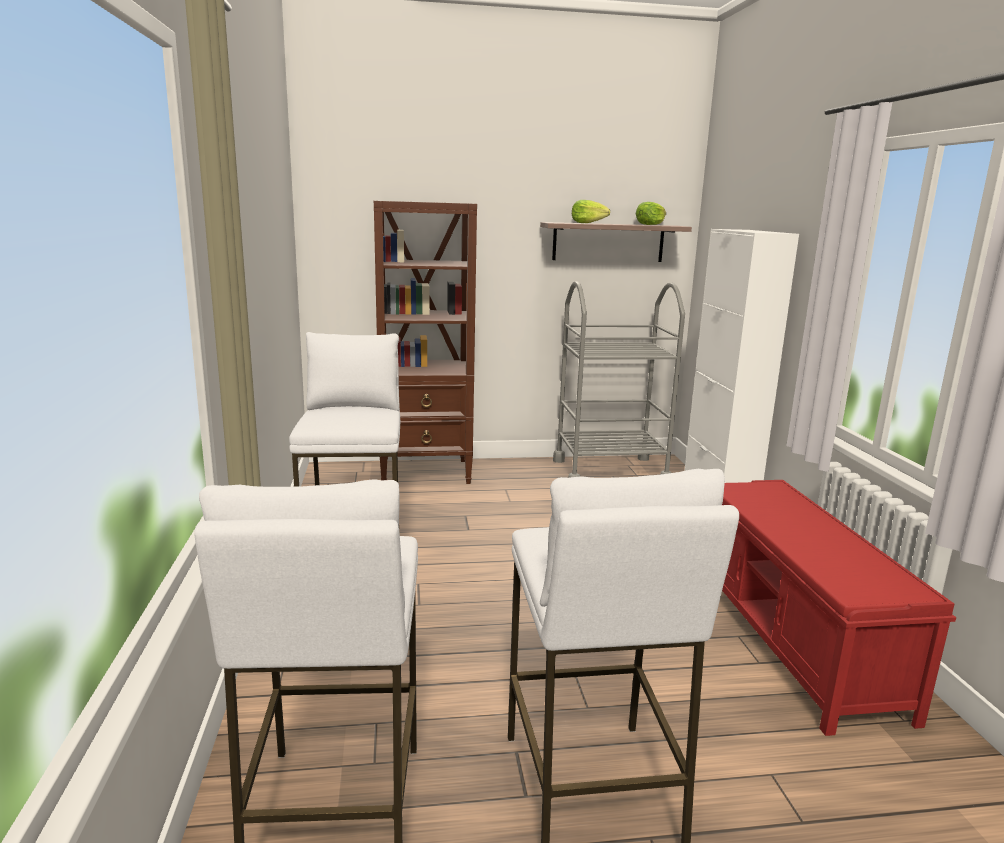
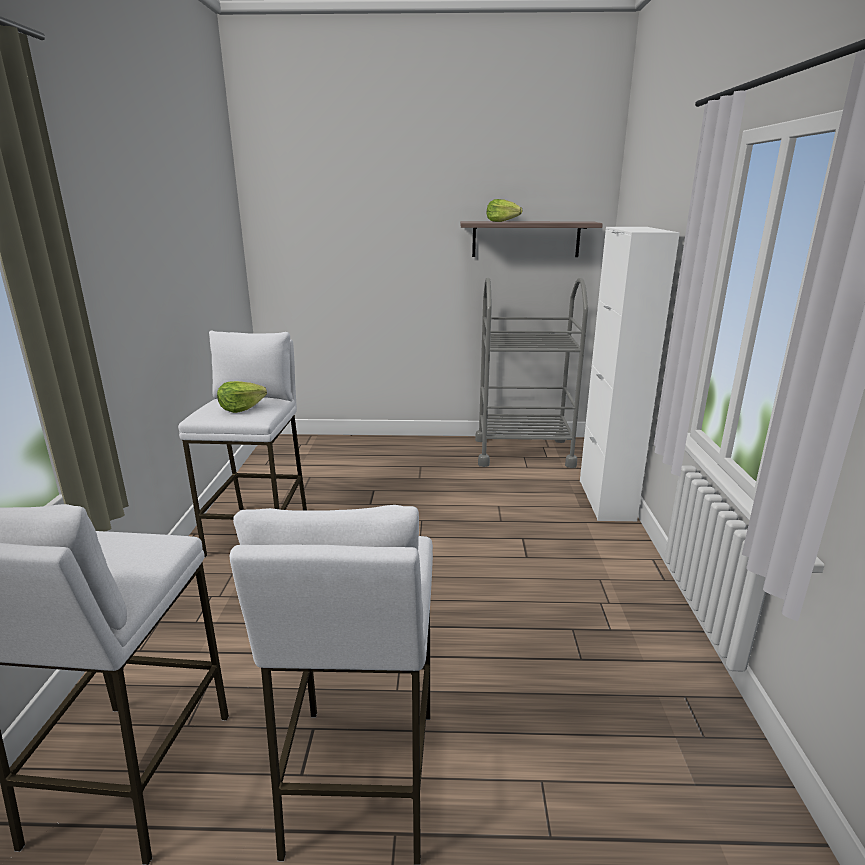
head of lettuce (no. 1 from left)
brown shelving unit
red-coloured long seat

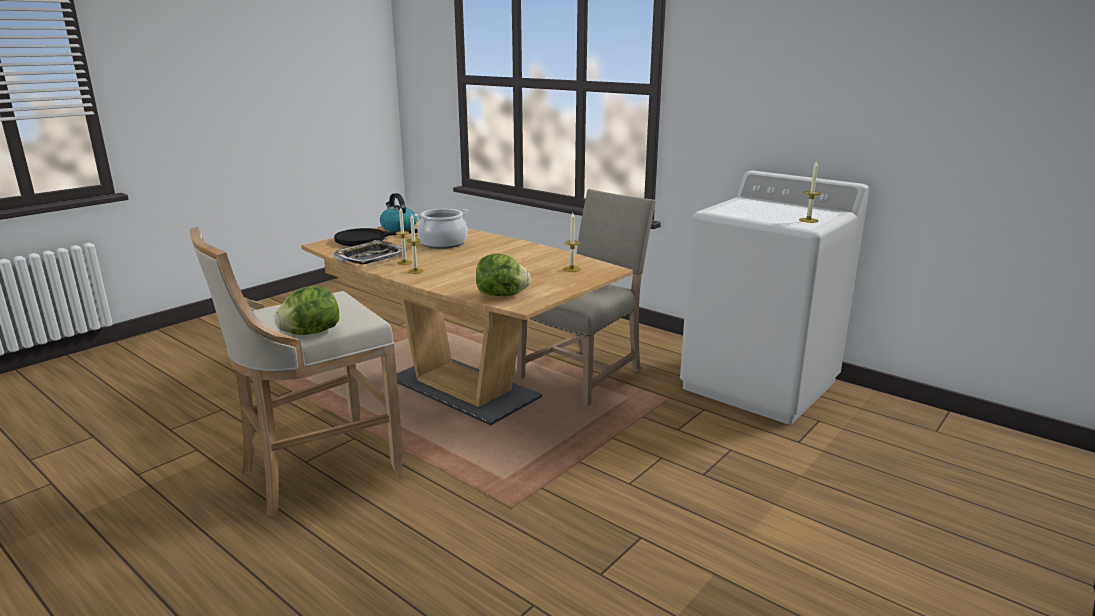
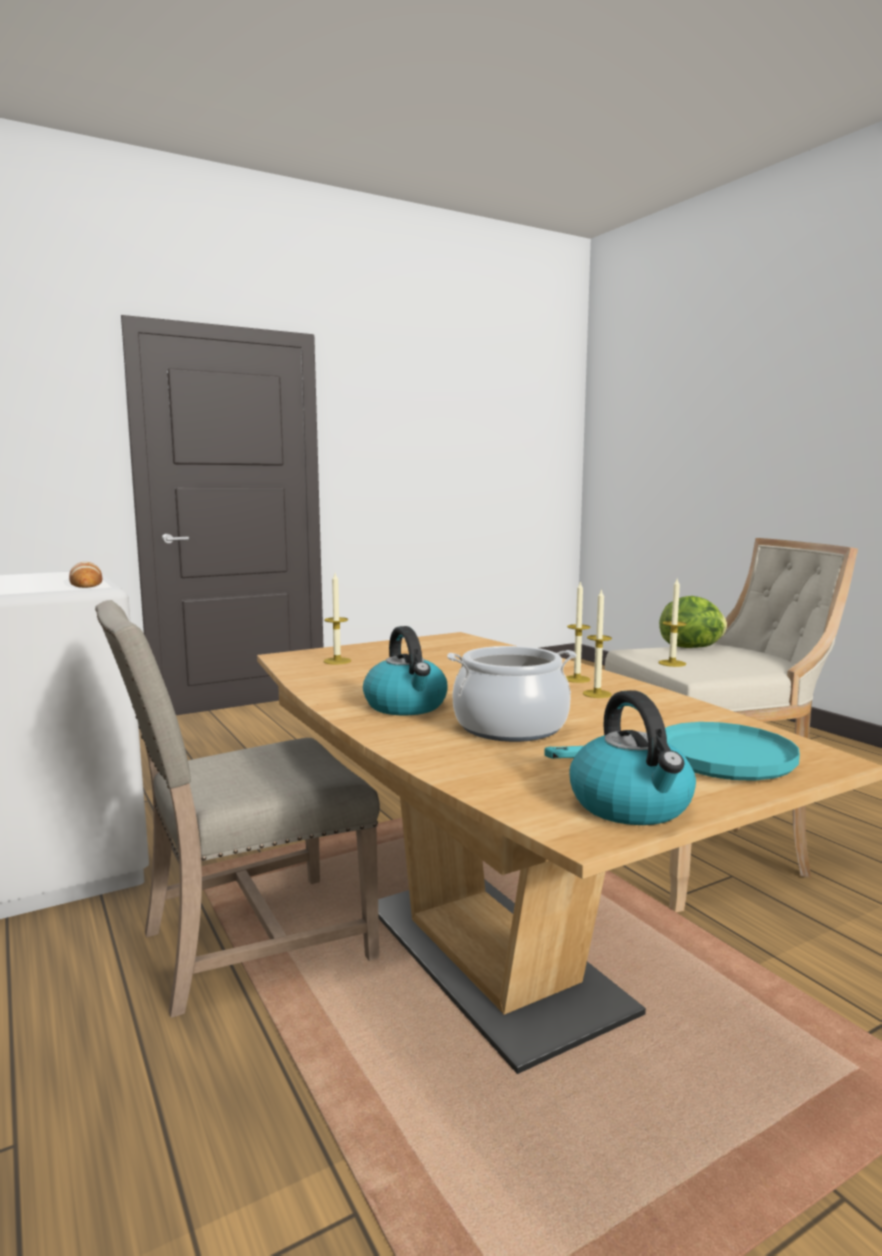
baked bread
tea kettle (no. 1 from left)
blue-green frying pan
wax candle (no. 4 from left)
carrying tray
head of lettuce (no. 2 from left in the first image)

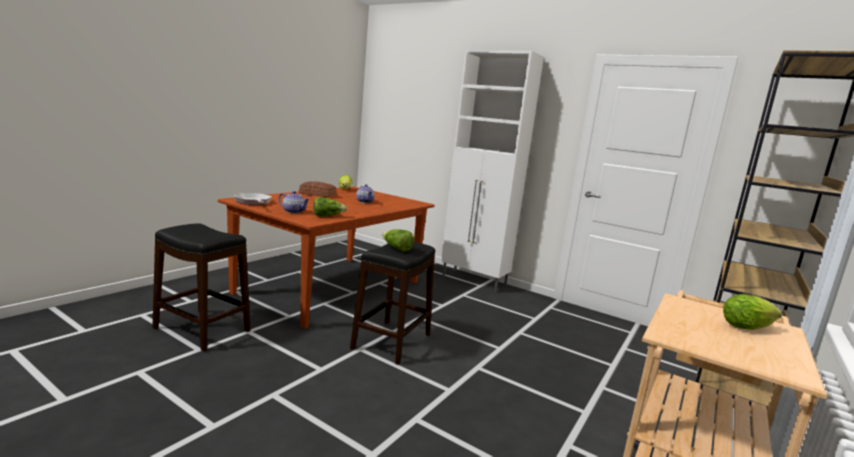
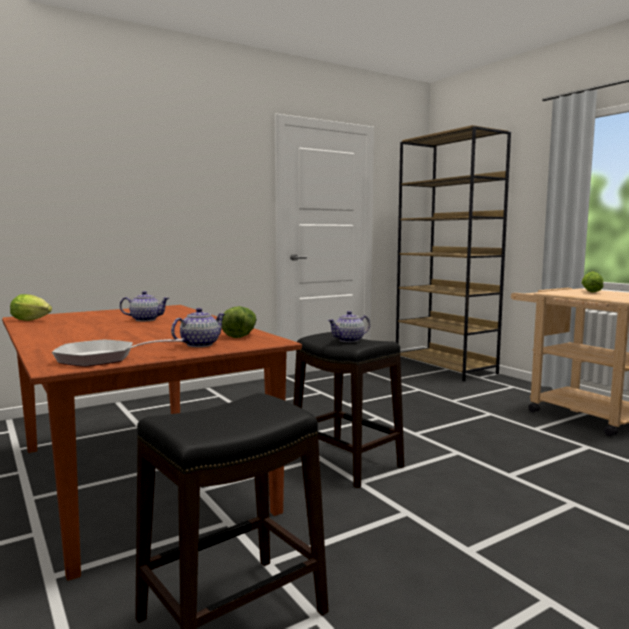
tea pot (no. 3 from left)
baked bread
white cabinet

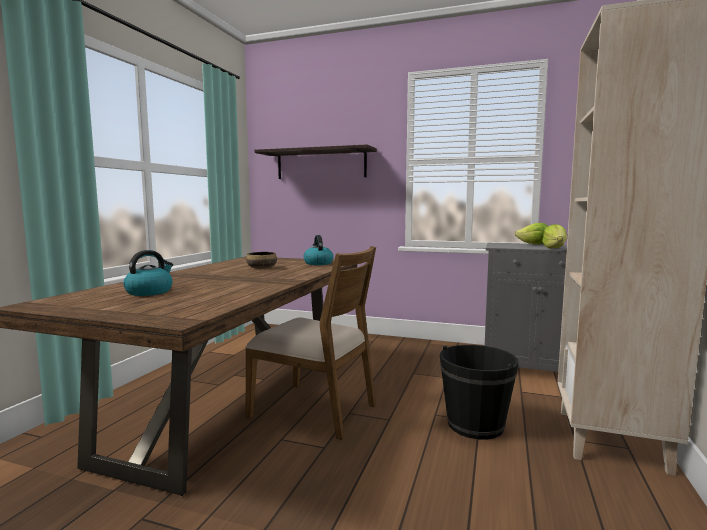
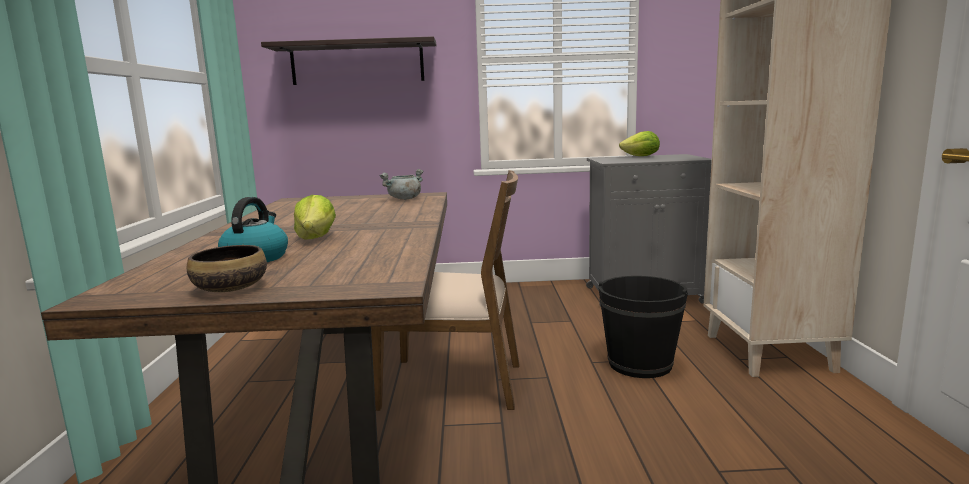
bowl
head of lettuce (no. 1 from left)
grey stockpot

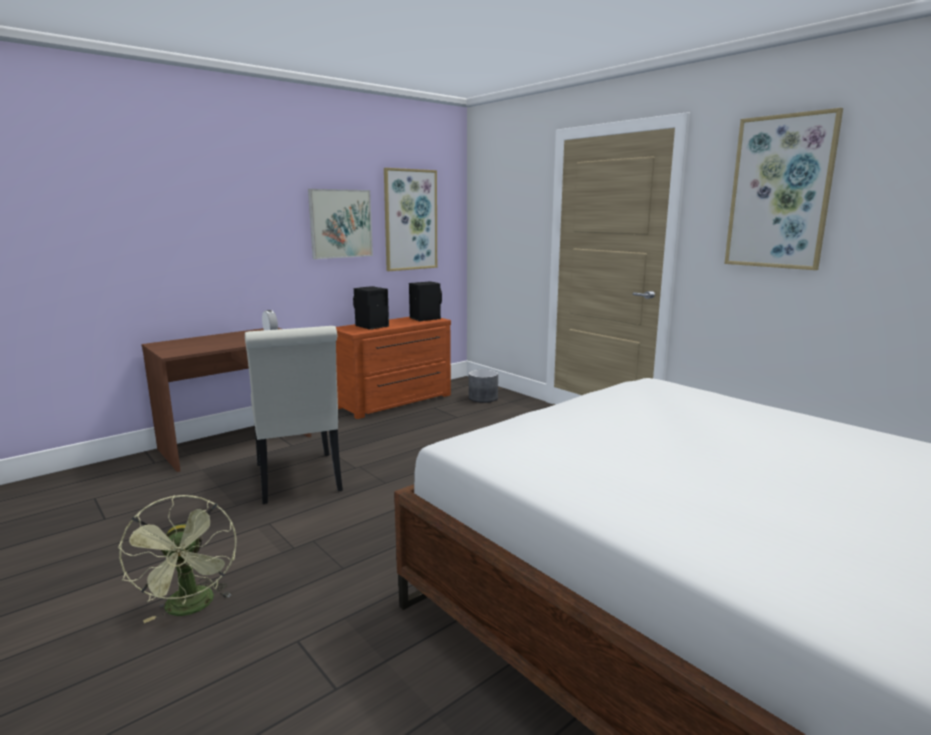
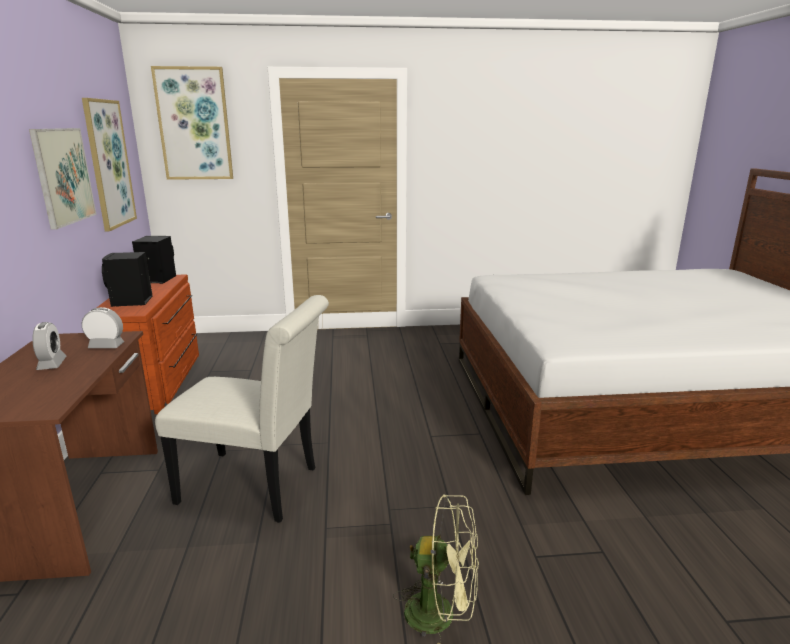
table clock (no. 1 from left)
picture (no. 3 from left)
grey plant pot

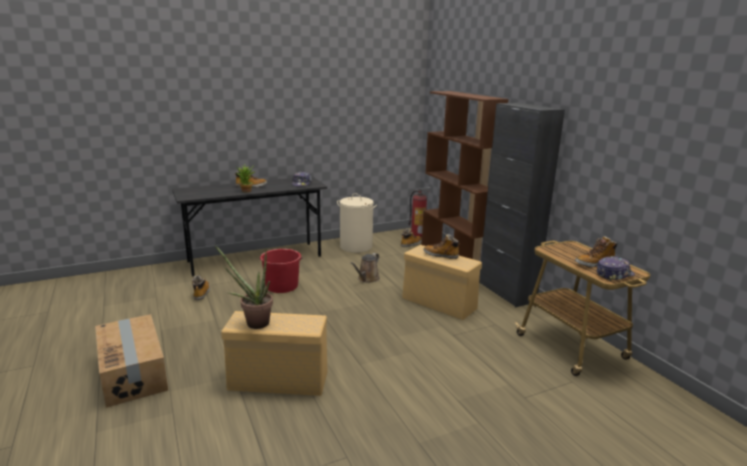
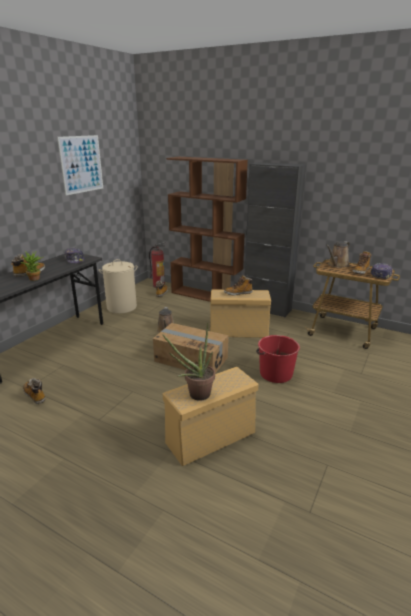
picture
carton
red-coloured pail
brown watering can (no. 2 from left)

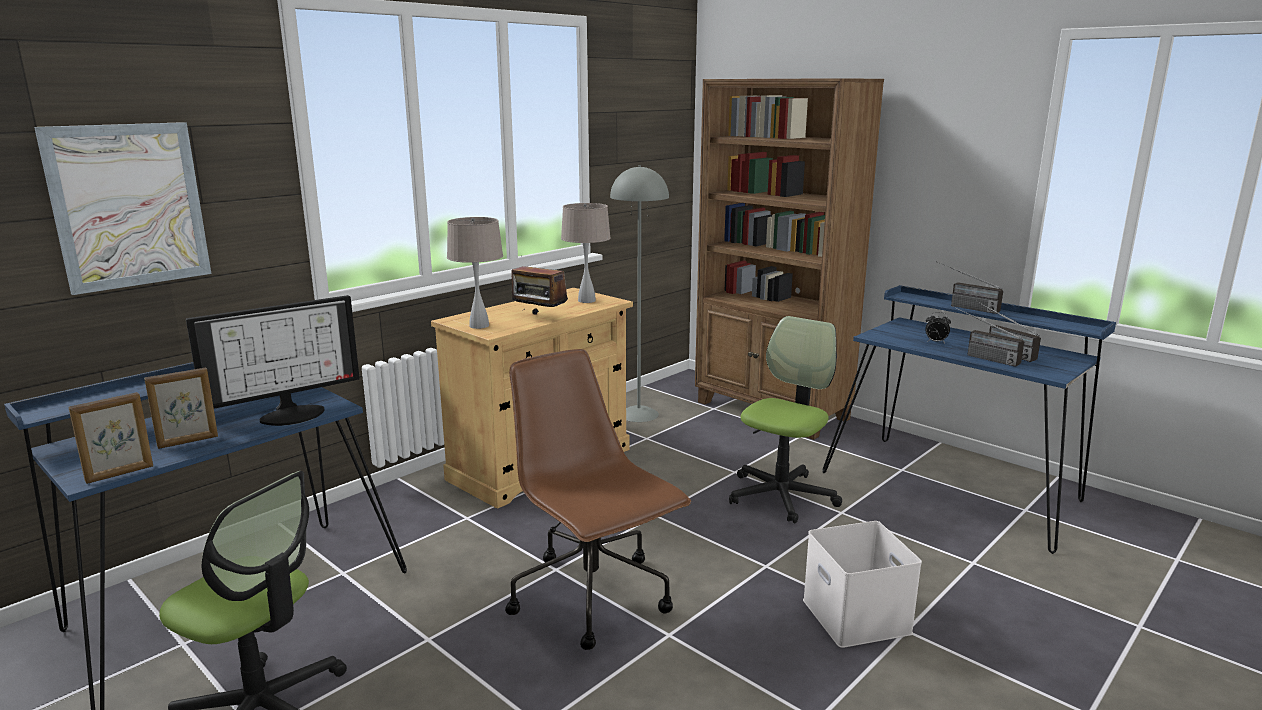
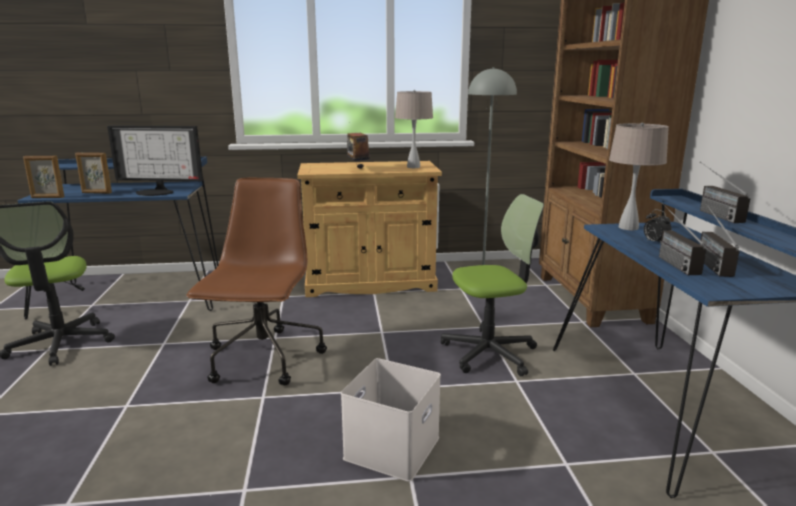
beige lamp for a table (no. 2 from left)
picture

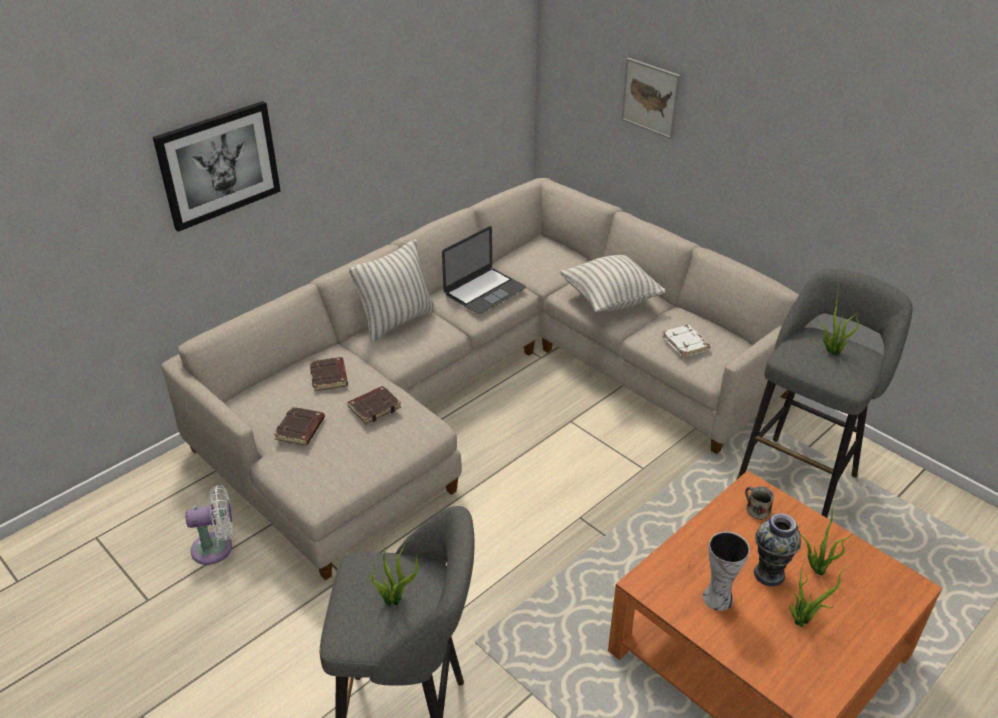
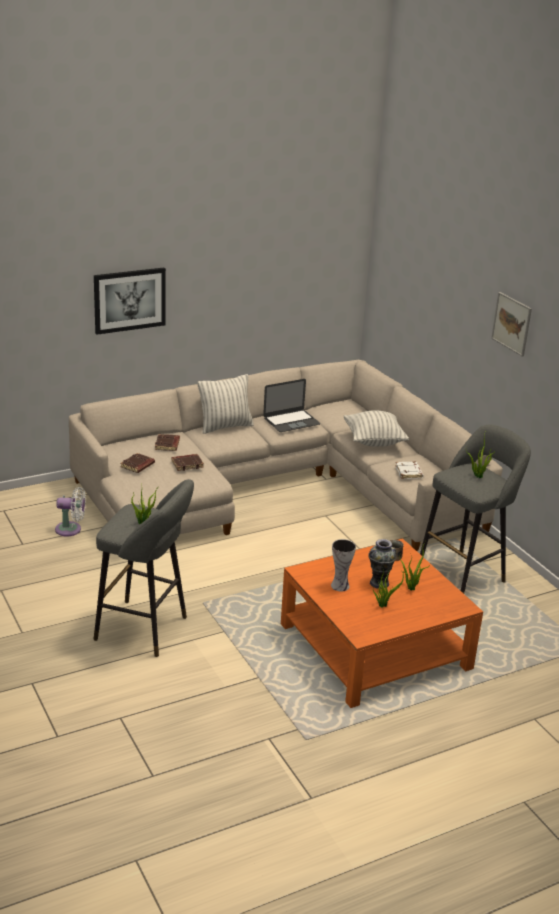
picture (no. 2 from left)

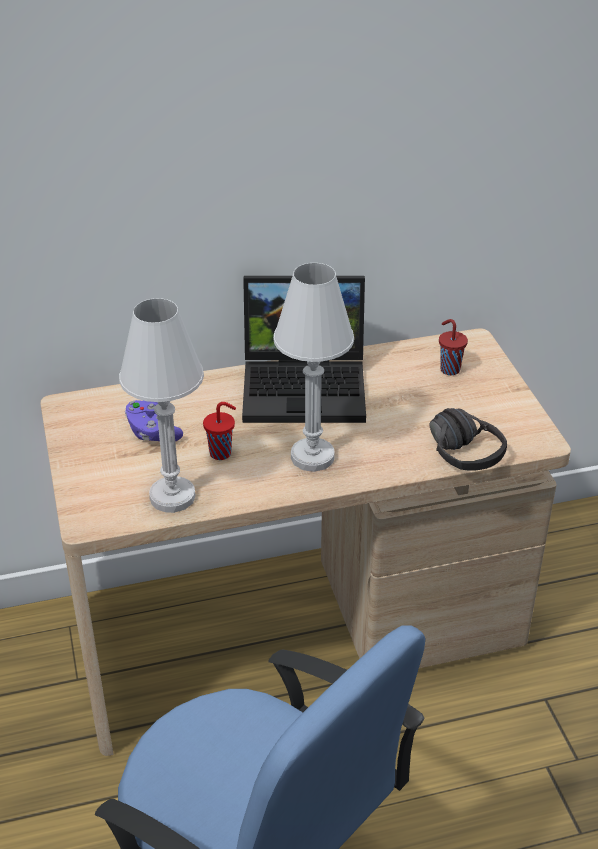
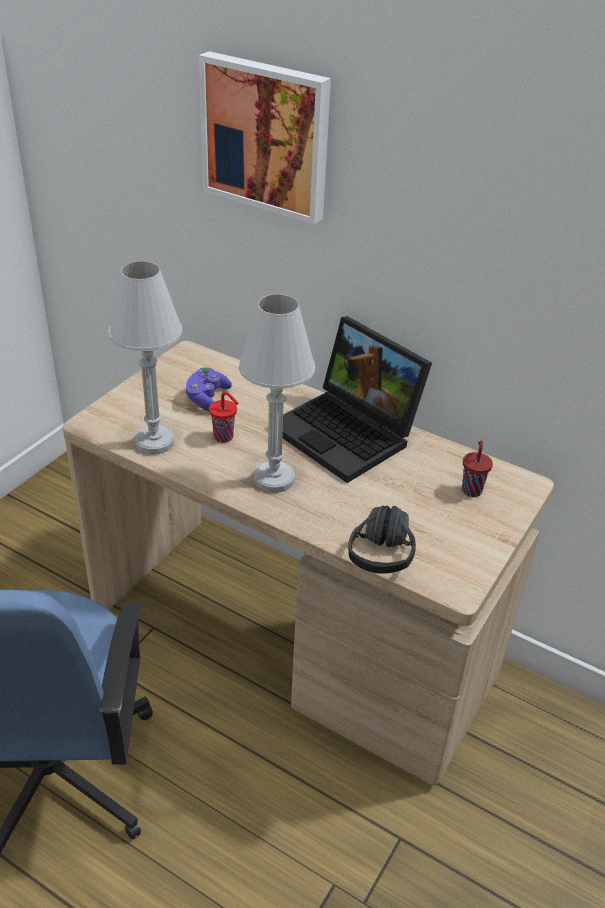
picture

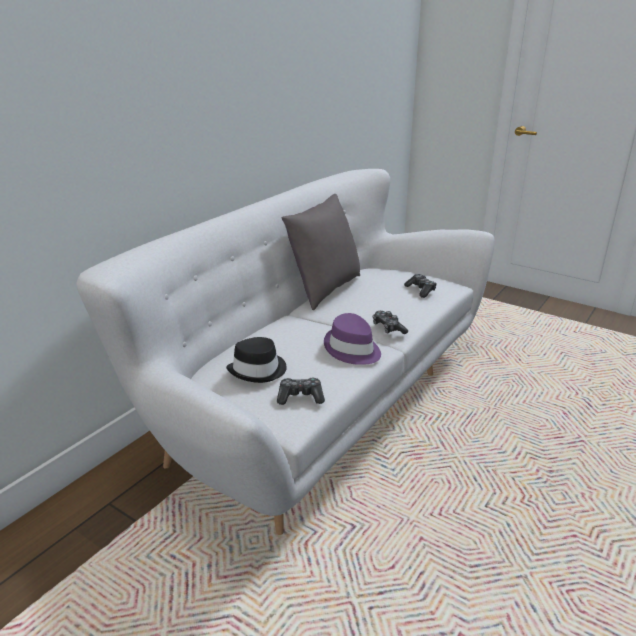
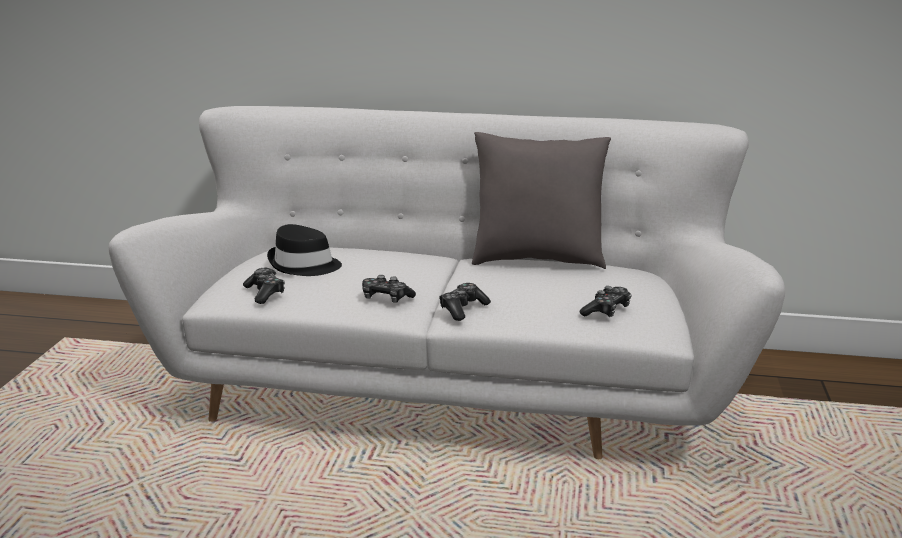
gamepad (no. 2 from left)

